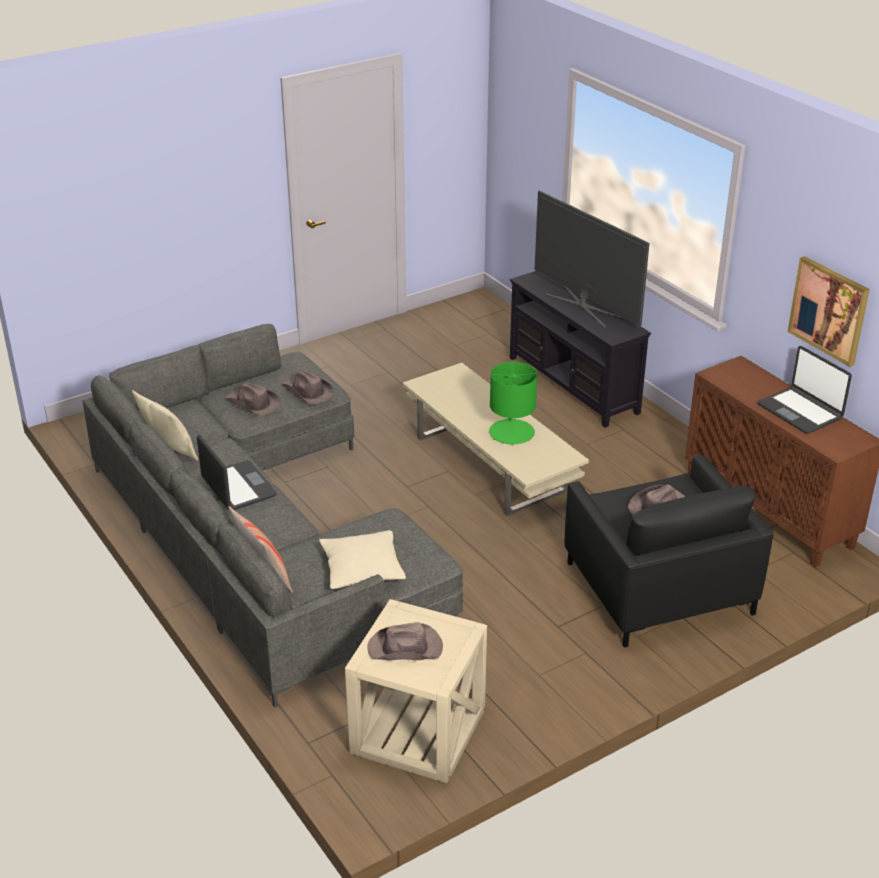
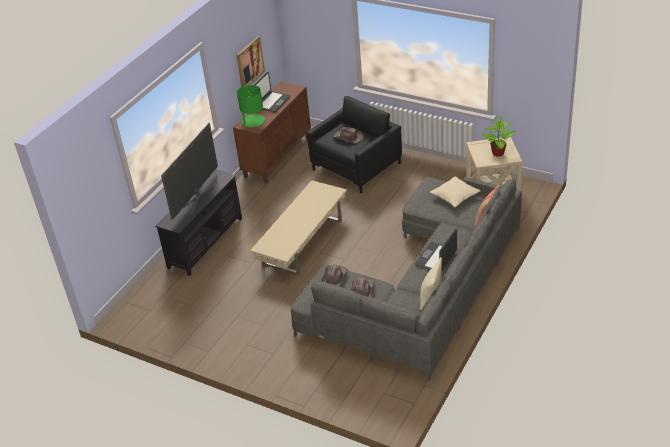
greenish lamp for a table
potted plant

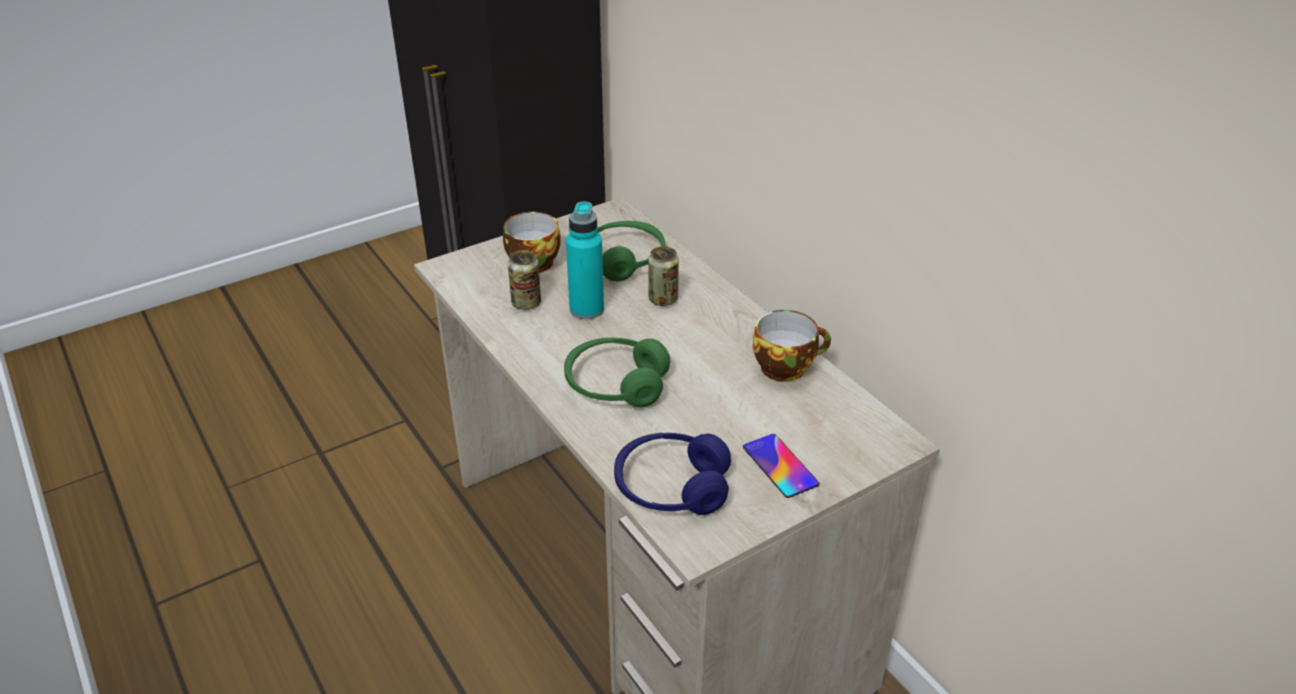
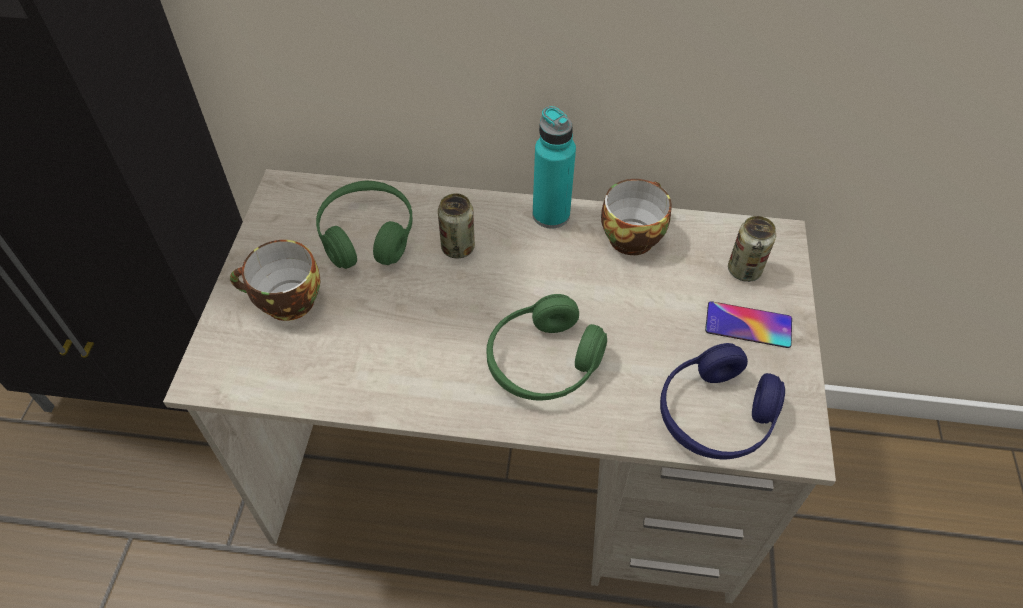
blue-green bottle
metal can (no. 2 from left)

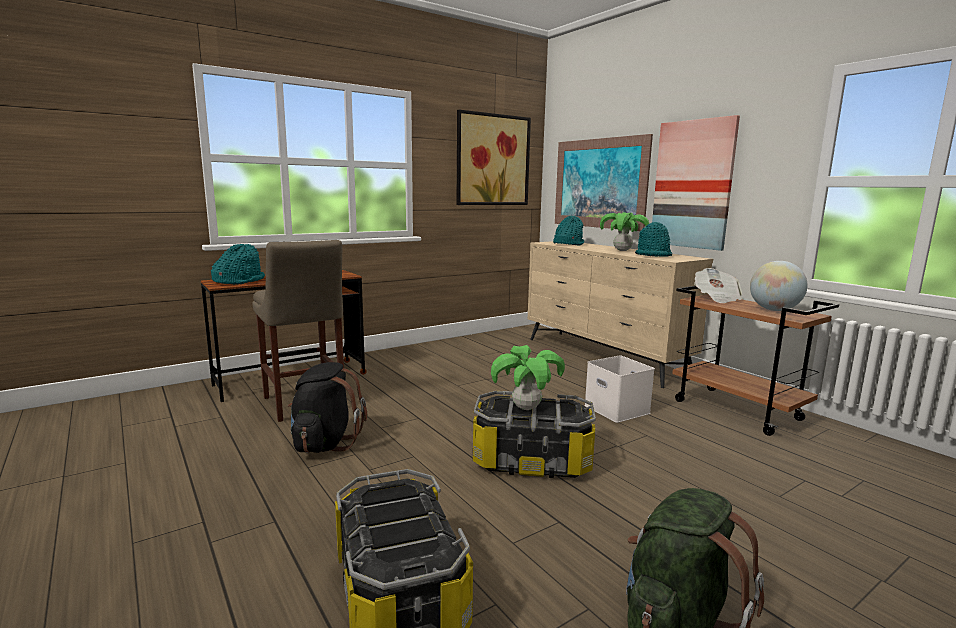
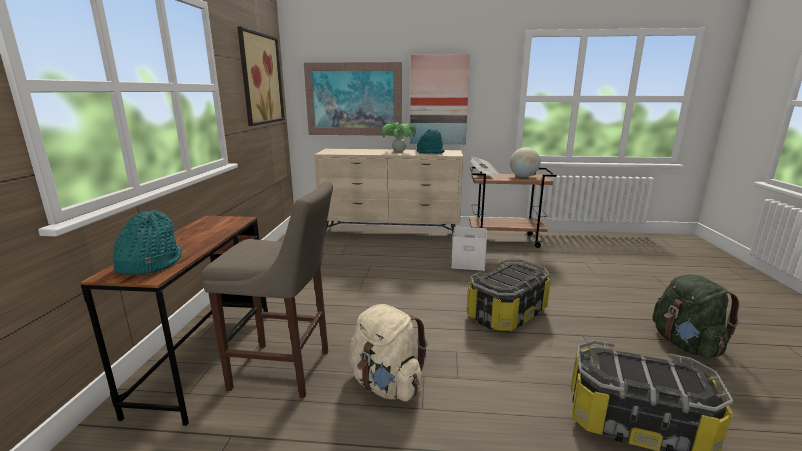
beige backpack
potted plant (no. 1 from left in the first image)
blue-green hat (no. 2 from left in the first image)

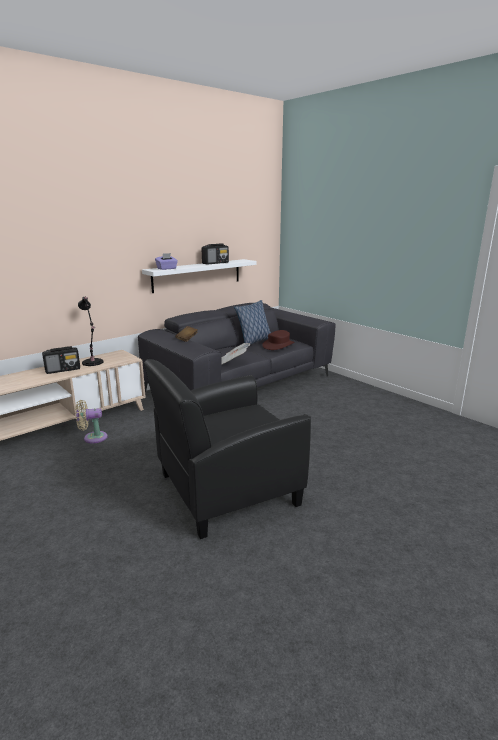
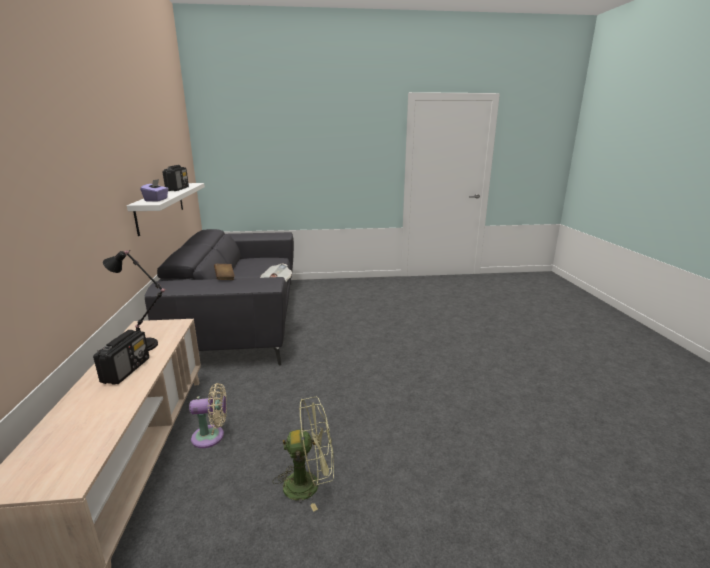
beige fan
greenish fan
blackish armchair
throw pillow
brown hat

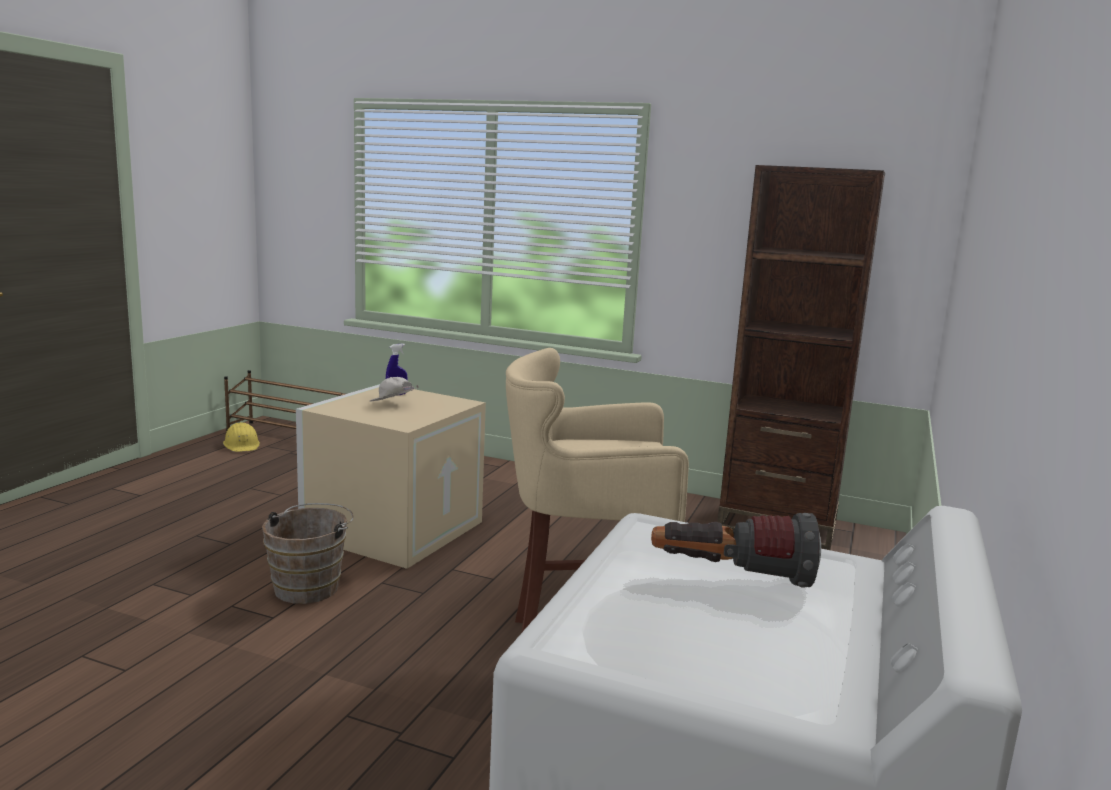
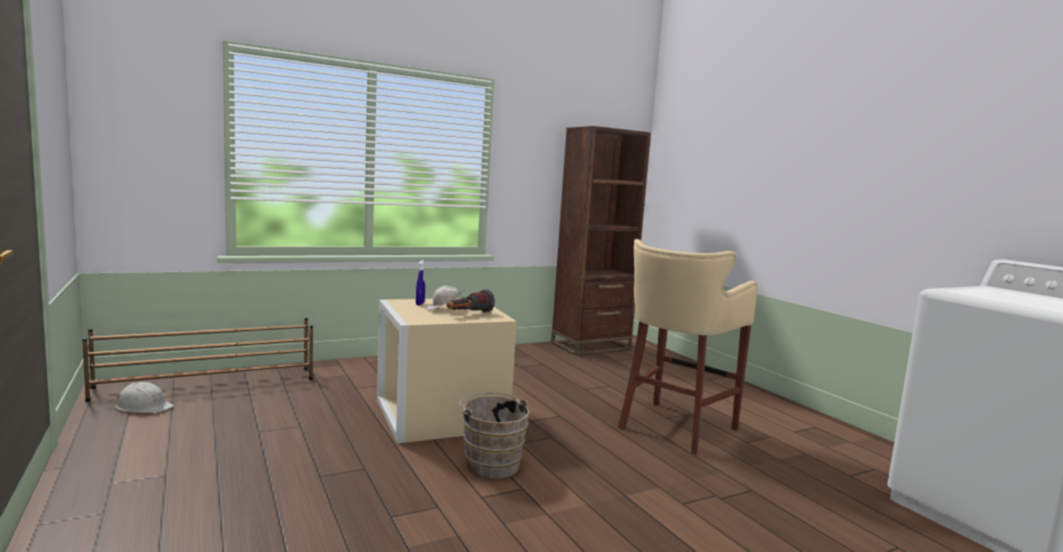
white hard hat
hand torch

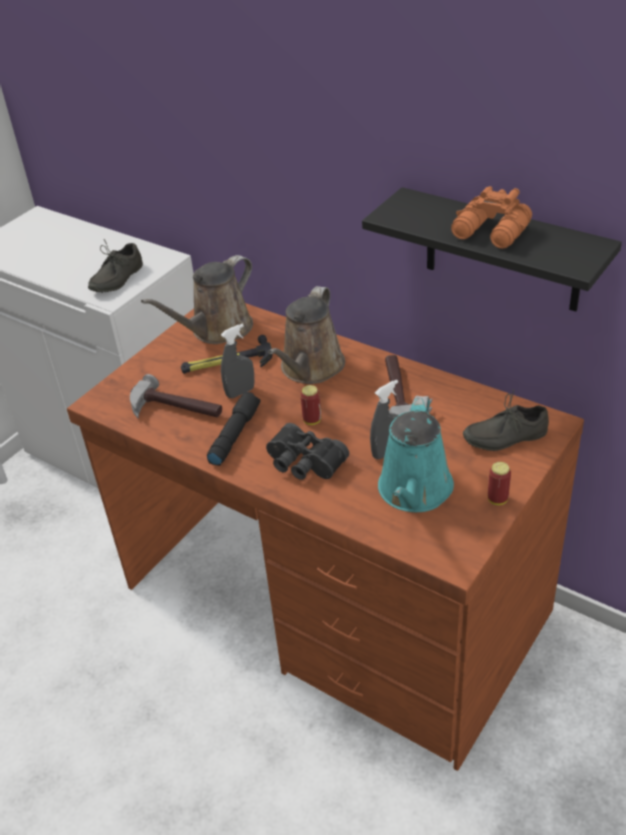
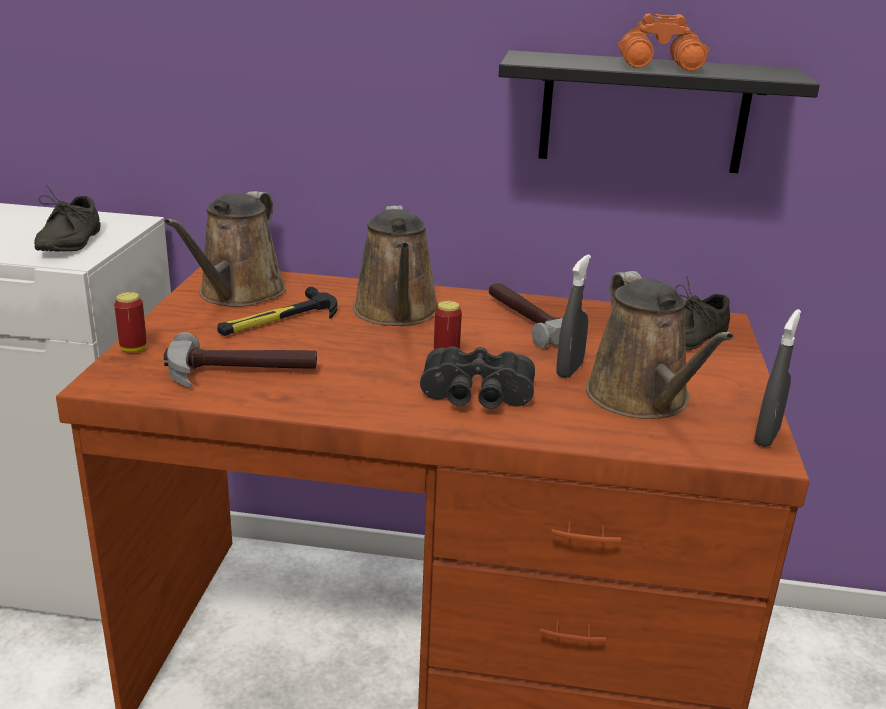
metal can (no. 1 from left)
brown watering can (no. 3 from left)
grey sprayer (no. 2 from left)
blackish hand torch

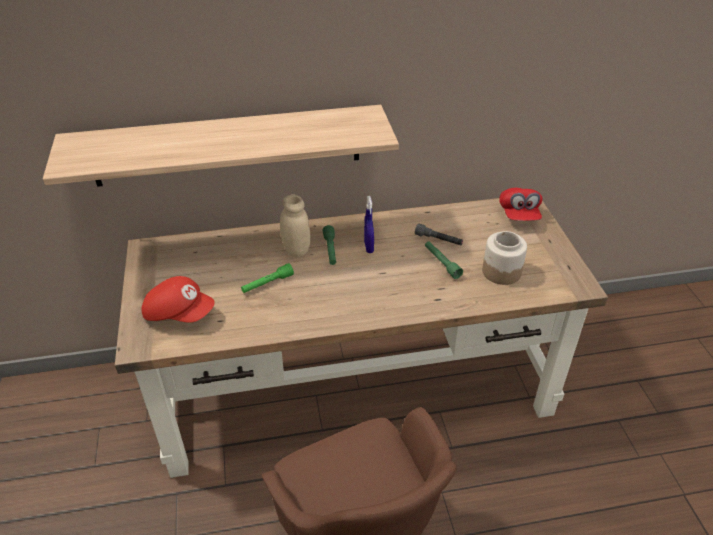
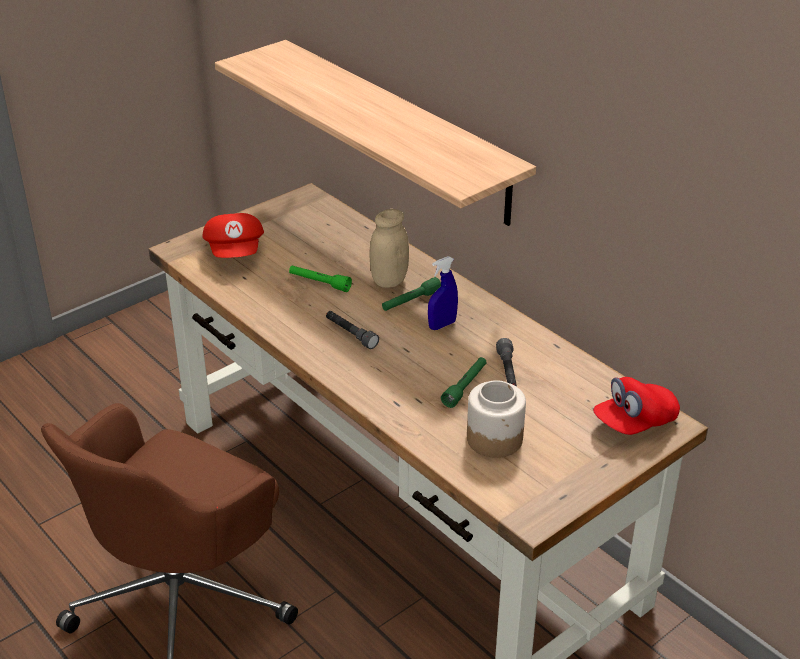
grey hand torch (no. 1 from left)

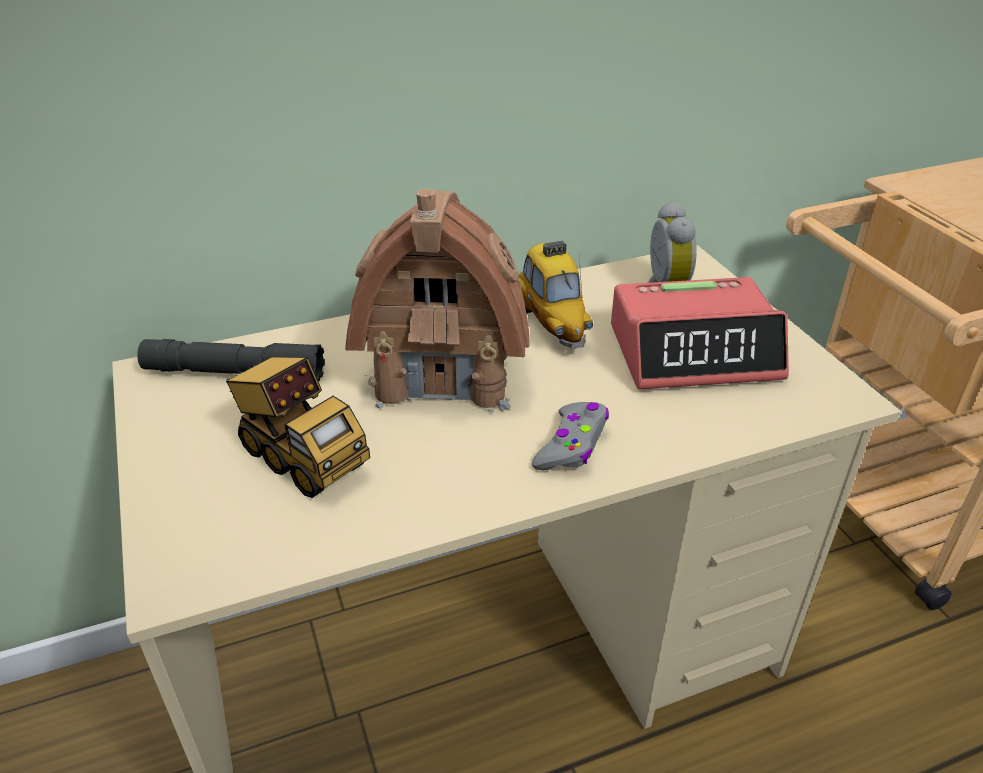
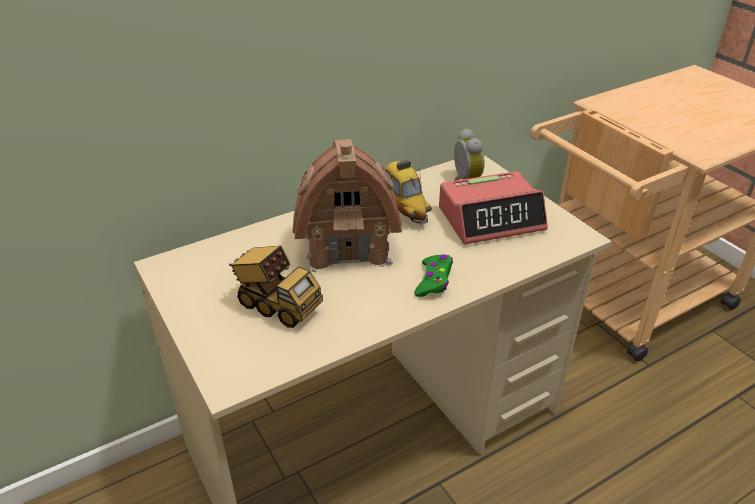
greenish gamepad
grey hand torch

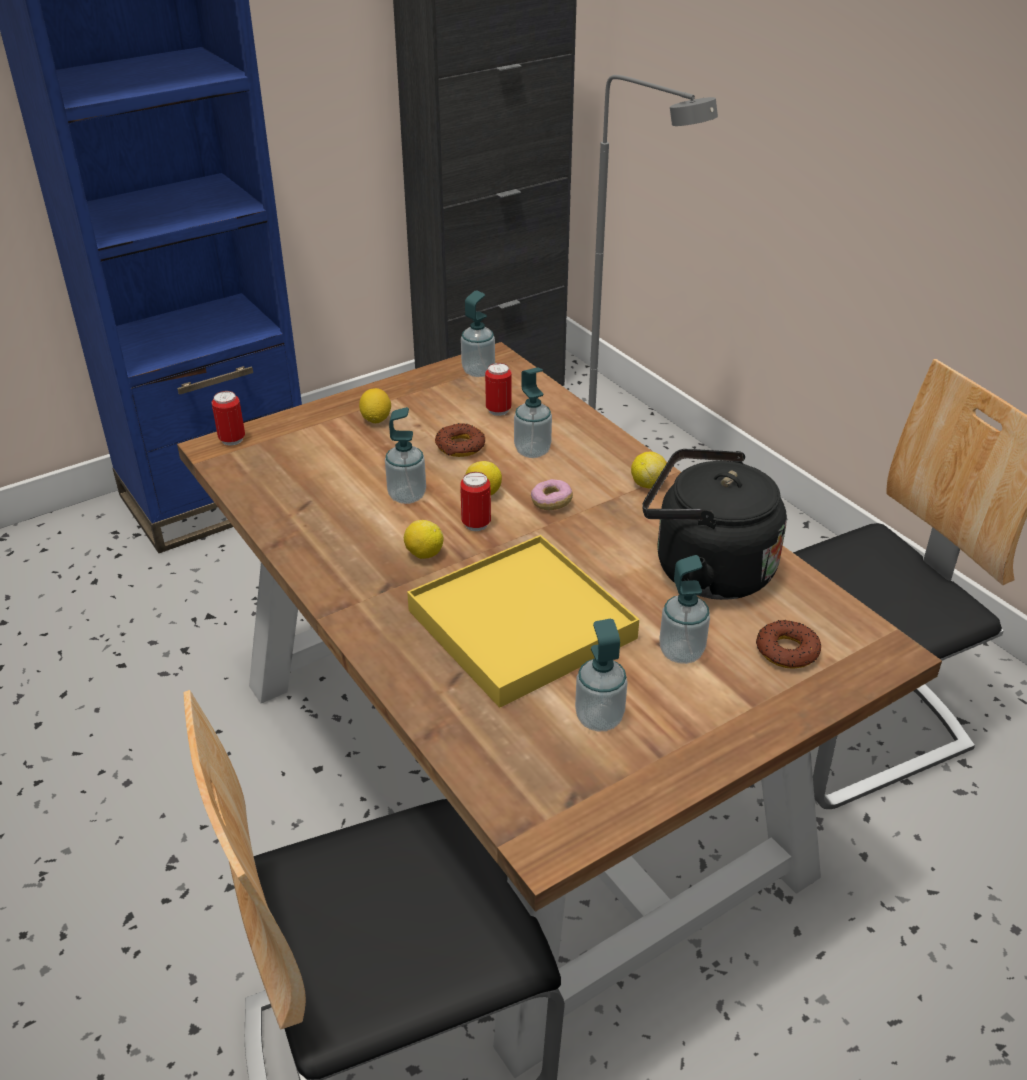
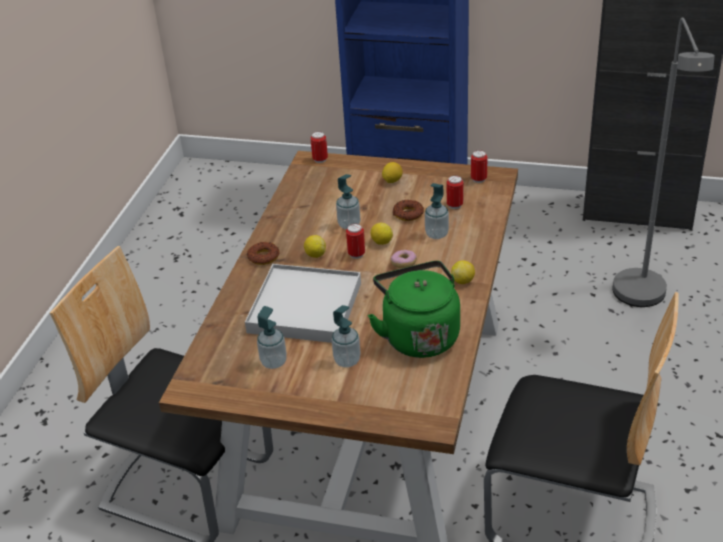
white carrying tray
ring doughnut (no. 1 from left)
greenish tea kettle
metal can (no. 4 from left)

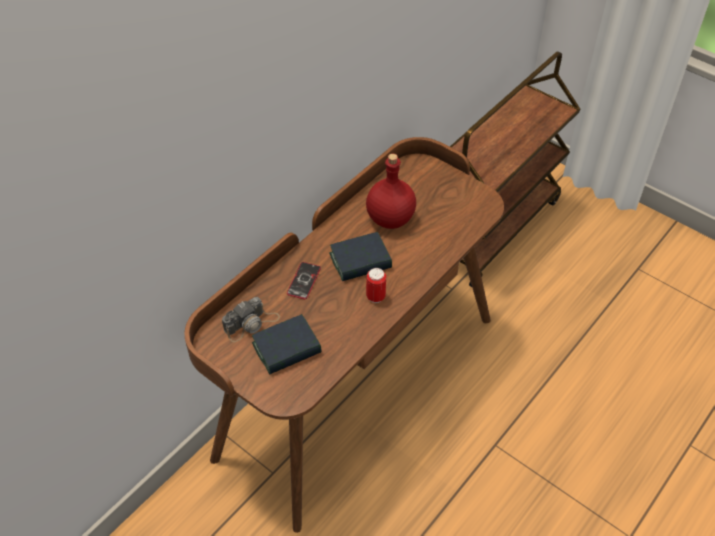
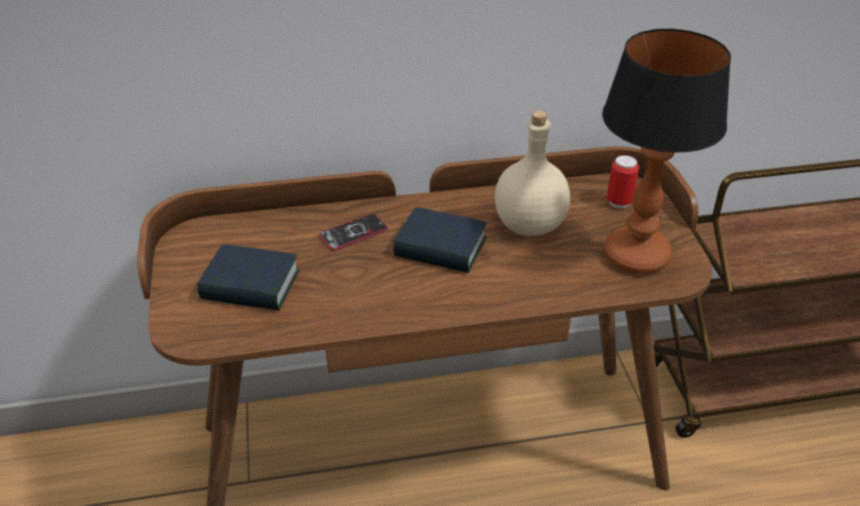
beige bottle
lamp for a table
metal can
photo camera

